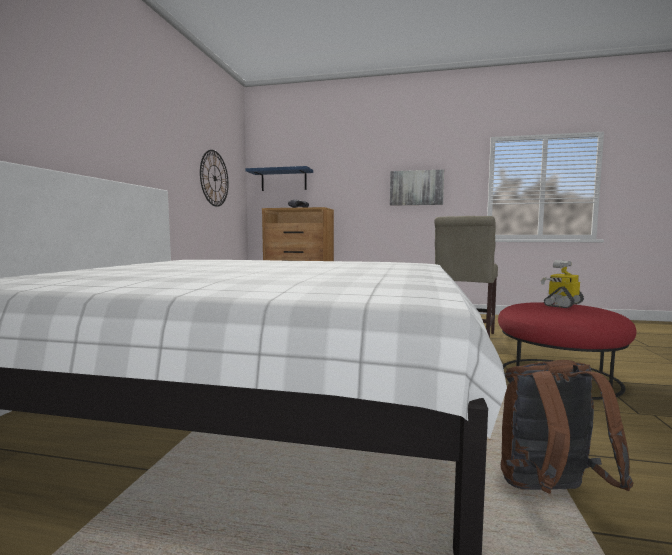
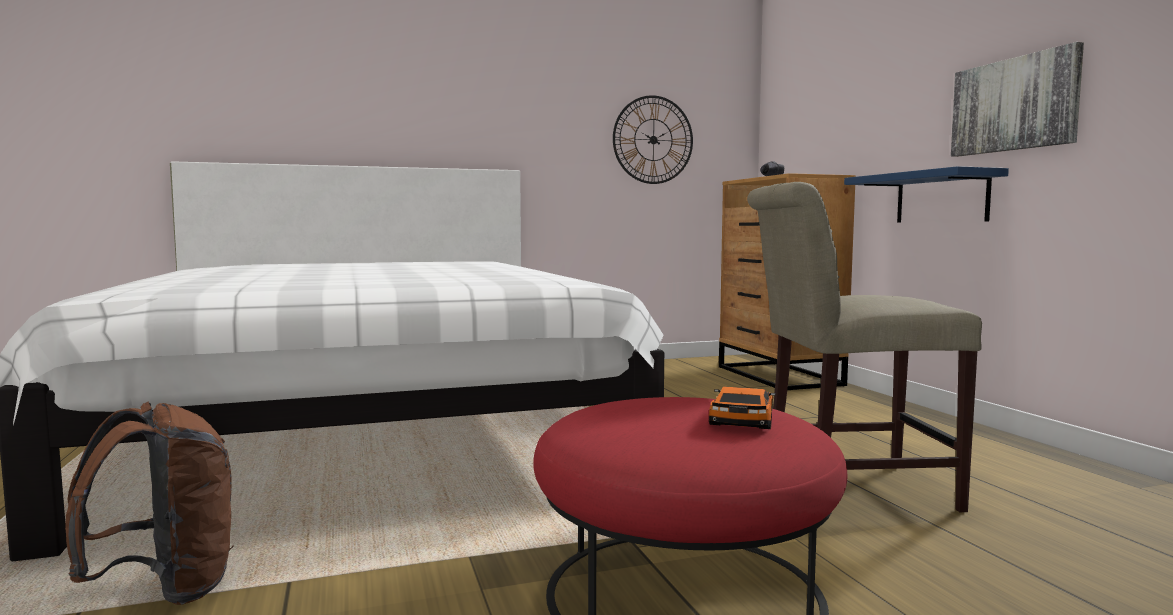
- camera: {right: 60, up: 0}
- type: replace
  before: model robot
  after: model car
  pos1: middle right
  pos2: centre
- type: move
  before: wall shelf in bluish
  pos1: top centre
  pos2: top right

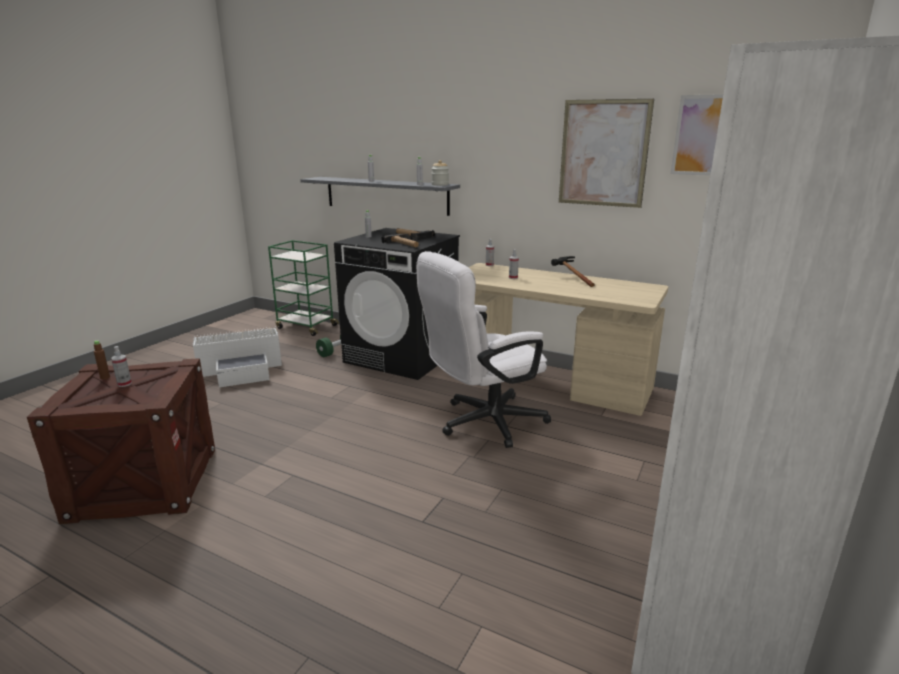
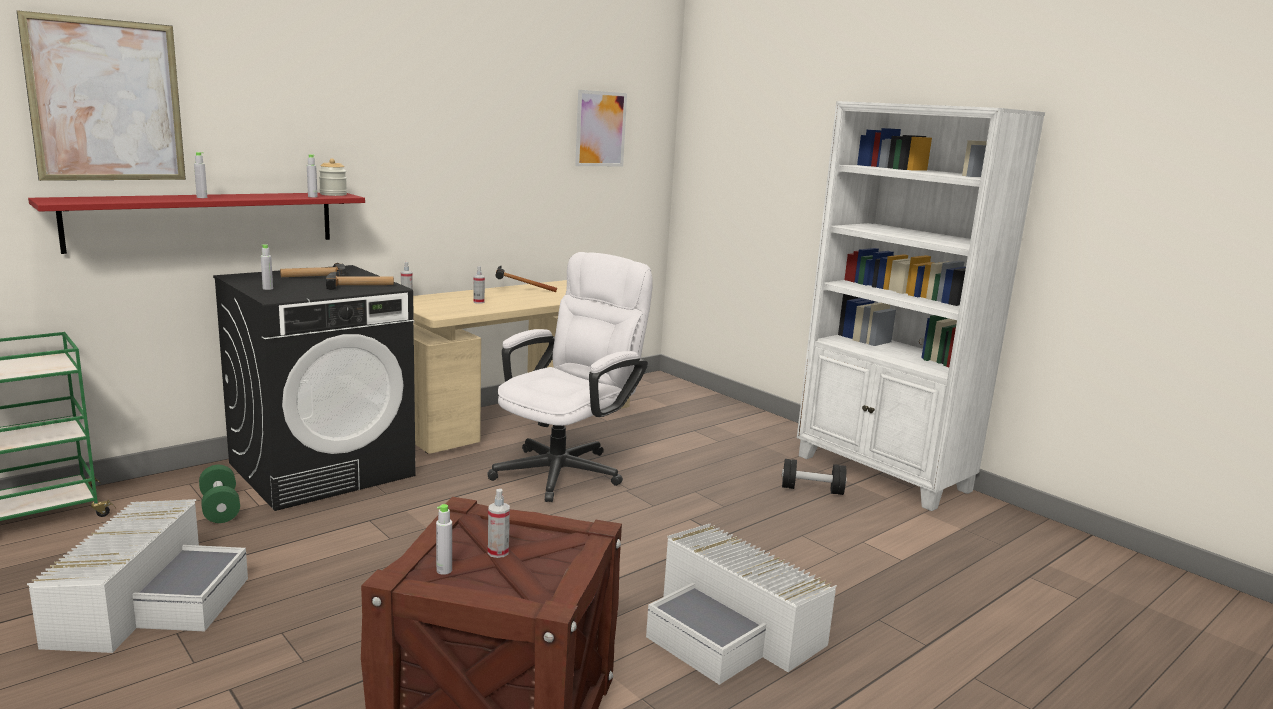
- camera: {right: -70, up: -5}
- type: move
  before: wall art (1st from left)
  pos1: top right
  pos2: top left
- type: recolor
  before: wall shelf in grey
  after: wall shelf in reddish
  pos1: top centre
  pos2: top left
- type: recolor
  before: bottle in brown
  after: bottle in grey (4th from left)
  pos1: middle left
  pos2: bottom centre
- type: rotate
  before: office chair in whitish
  pos1: centre
  pos2: centre
  turn: -135
- type: insert
  after: storage box in whitish (2nd from left)
  pos2: bottom centre
- type: insert
  after: dumbbell in black
  pos2: bottom centre

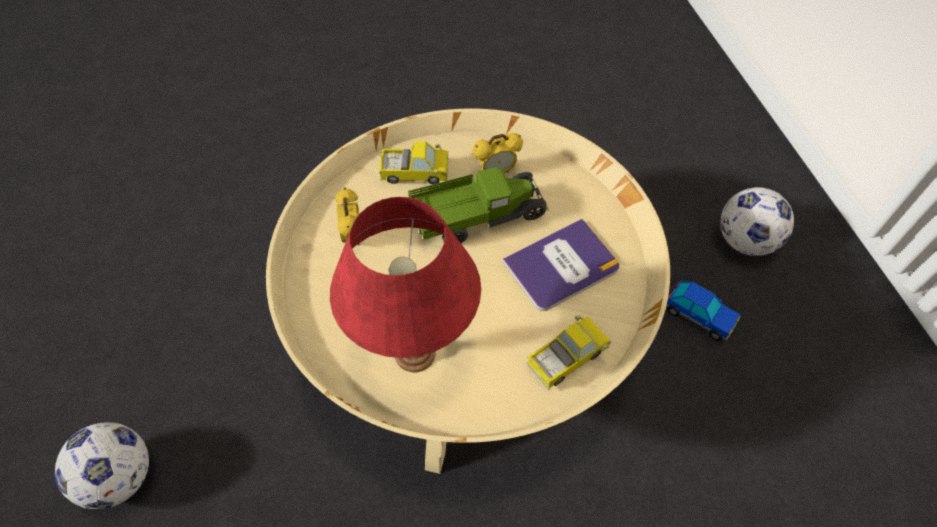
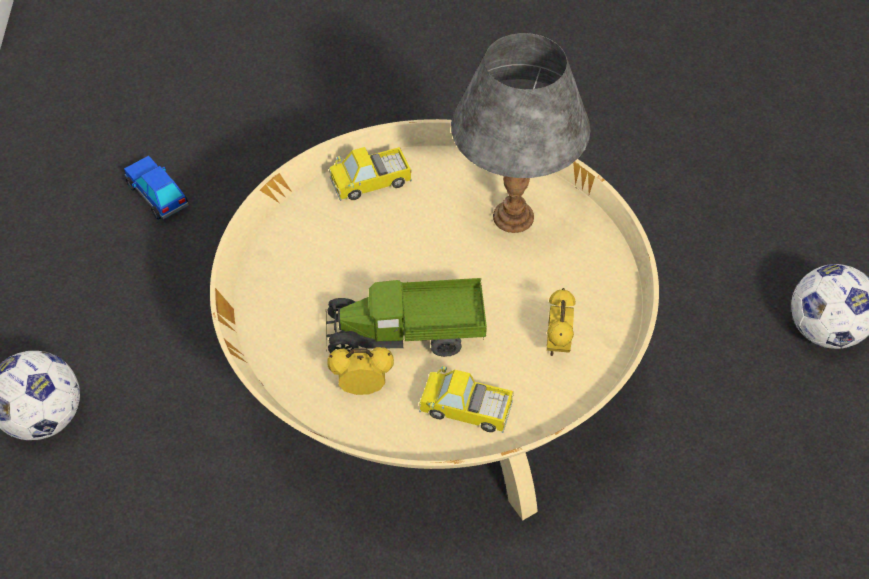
- camera: {right: -165, up: -5}
- type: move
  before: model car
  pos1: middle right
  pos2: top left
- type: recolor
  before: table lamp in reddish
  after: table lamp in grey
  pos1: centre
  pos2: top centre
- type: delete
  before: volume
  pos1: centre

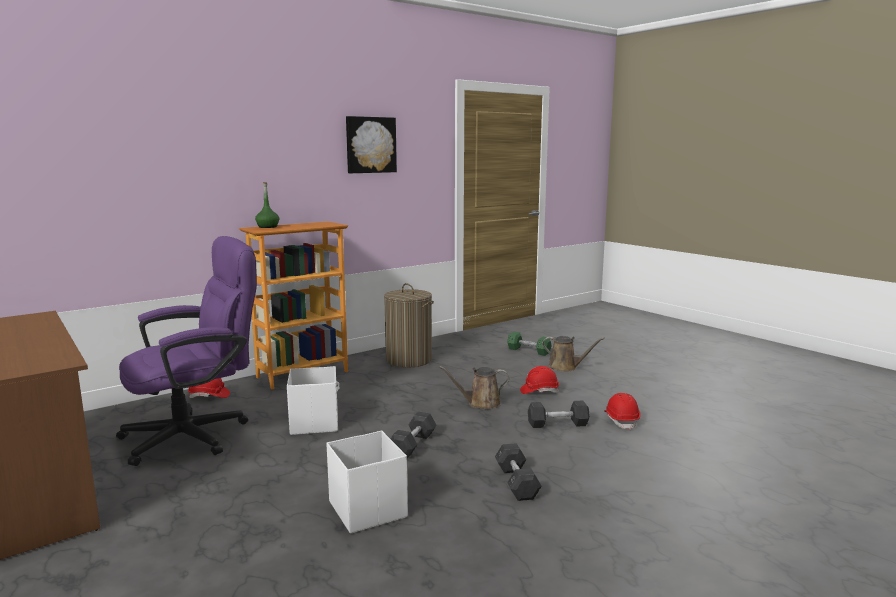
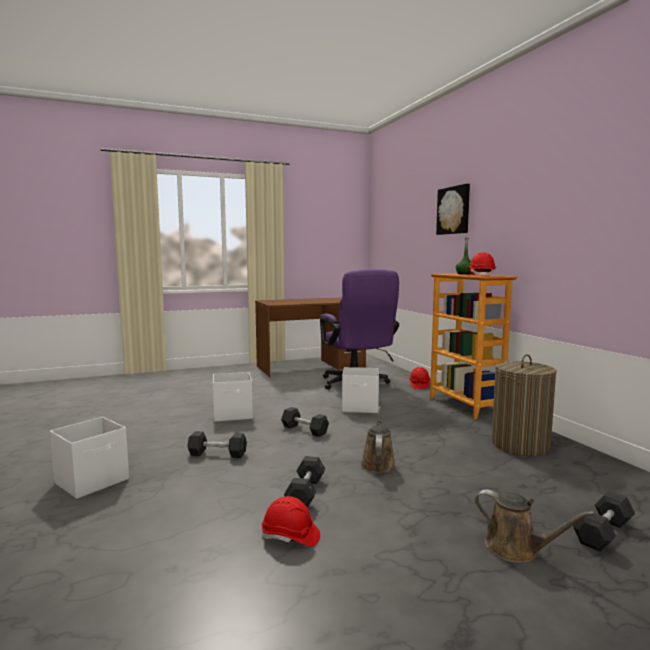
- camera: {right: 105, up: -5}
- type: insert
  after: storage box in whitish (1st from left)
  pos2: bottom left
- type: move
  before: wall art
  pos1: top centre
  pos2: top right
- type: move
  before: safety helmet in reddish (2nd from left in the first image)
  after: safety helmet in reddish (3rd from left)
  pos1: centre
  pos2: middle right
- type: rotate
  before: watering pot in brown (2nd from left)
  pos1: centre
  pos2: bottom right
  turn: -90
- type: recolor
  before: dumbbell in green
  after: dumbbell in grey (4th from left)
  pos1: centre
  pos2: bottom right

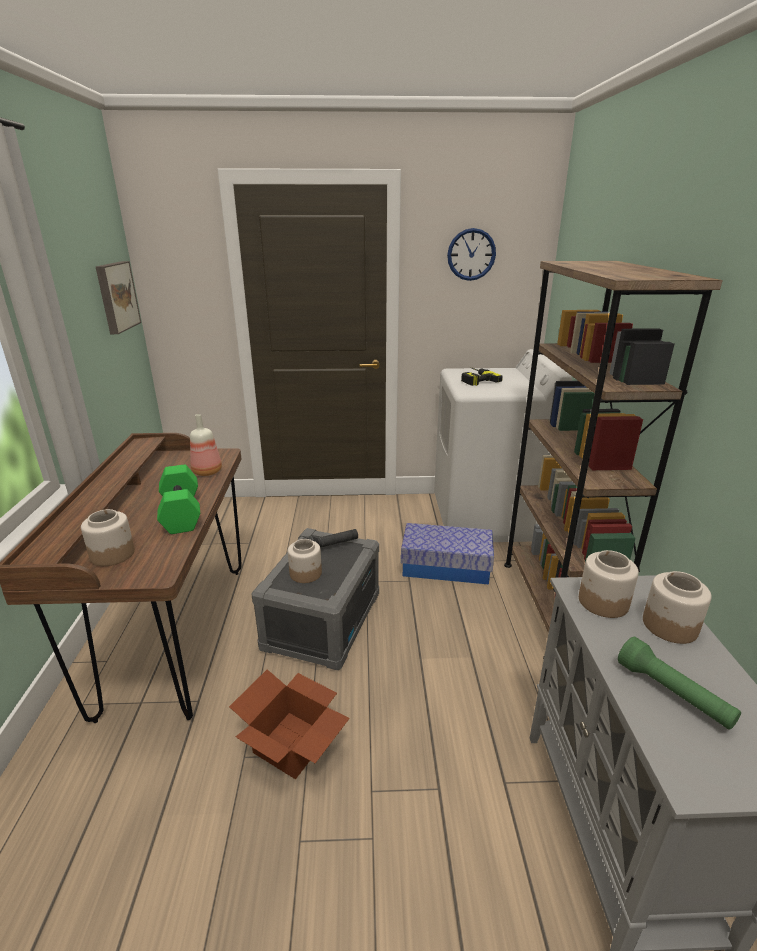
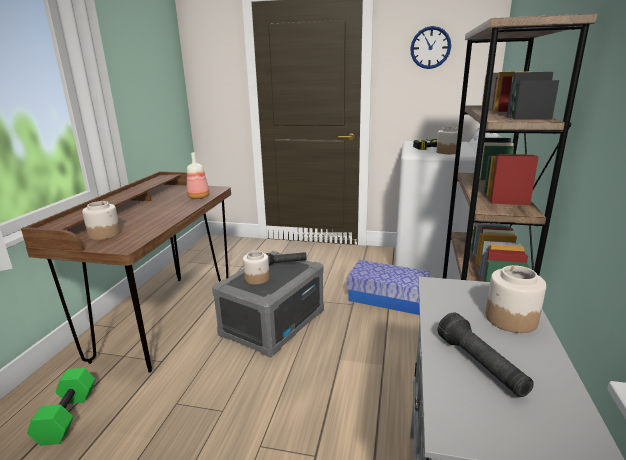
- camera: {right: 15, up: -5}
- type: move
  before: dumbbell in green
  pos1: middle left
  pos2: bottom left
- type: move
  before: preserve jar (3rd from left)
  pos1: middle right
  pos2: top right
- type: recolor
  before: flashlight in green
  after: flashlight in black (2nd from left)
  pos1: bottom right
  pos2: bottom right
- type: delete
  before: wall art
  pos1: top left
- type: delete
  before: carton
  pos1: bottom centre

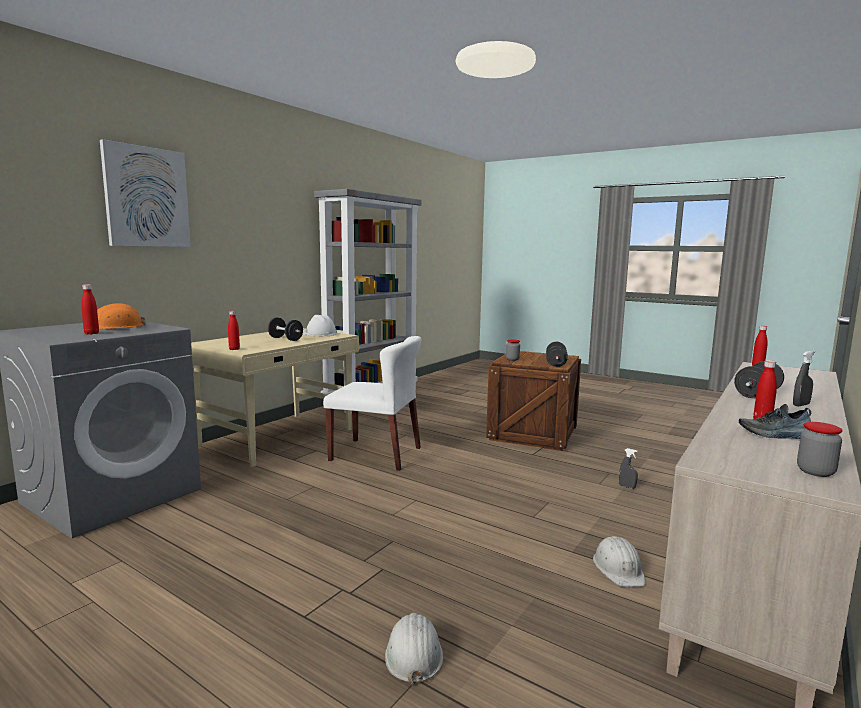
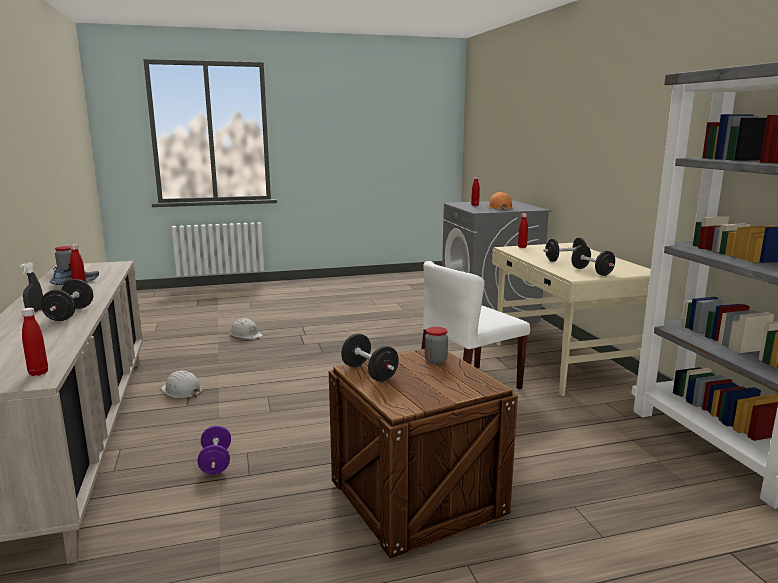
- camera: {right: 130, up: 5}
- type: replace
  before: hand sprayer in grey (1st from left)
  after: dumbbell in purple-coloured
  pos1: middle right
  pos2: bottom left
- type: replace
  before: safety helmet in whitish (1st from left)
  after: dumbbell in black (4th from left)
  pos1: centre
  pos2: middle right
- type: delete
  before: wall art
  pos1: top left

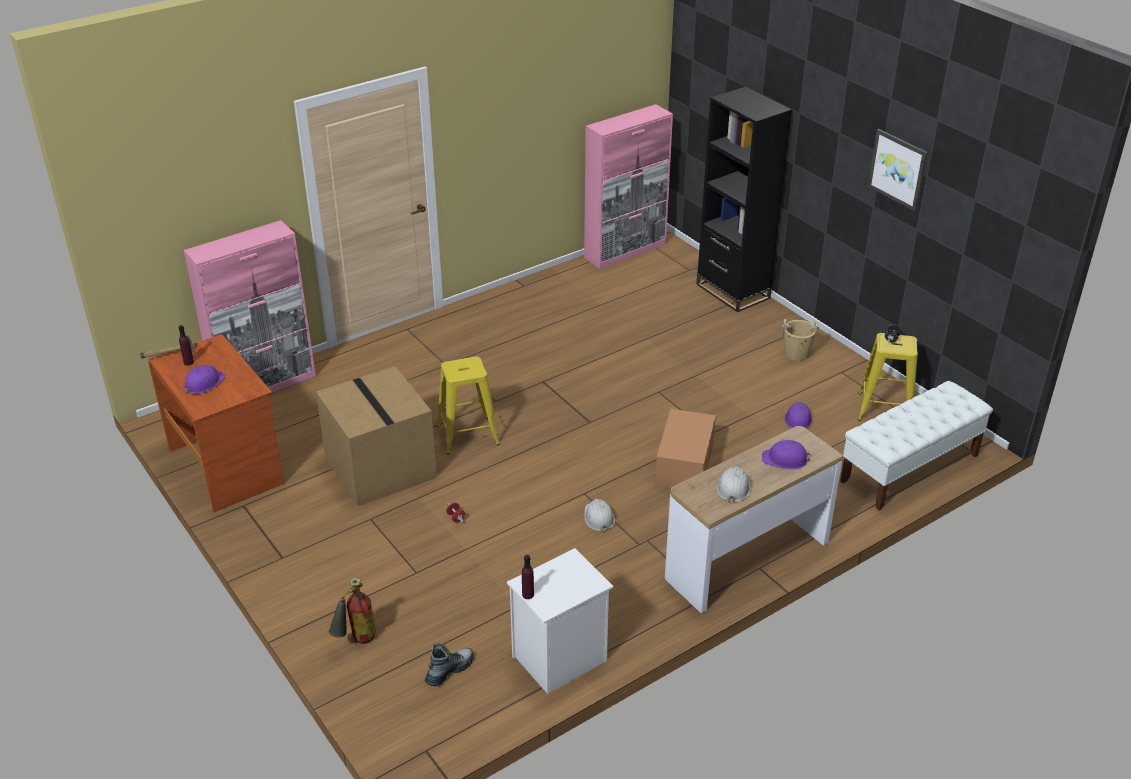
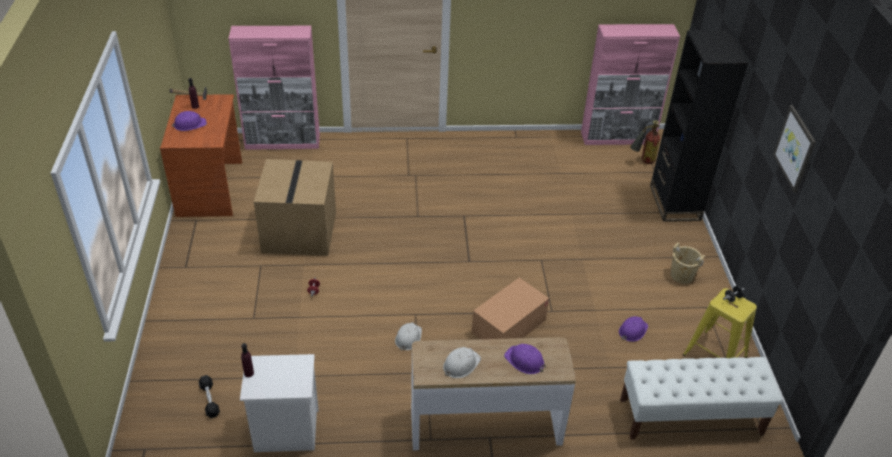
- camera: {right: 30, up: 5}
- type: replace
  before: boot
  after: dumbbell in black (1st from left)
  pos1: bottom centre
  pos2: bottom left
- type: move
  before: fire-fighting cylinder
  pos1: bottom left
  pos2: top right
- type: delete
  before: stool in yellowish (1st from left)
  pos1: centre

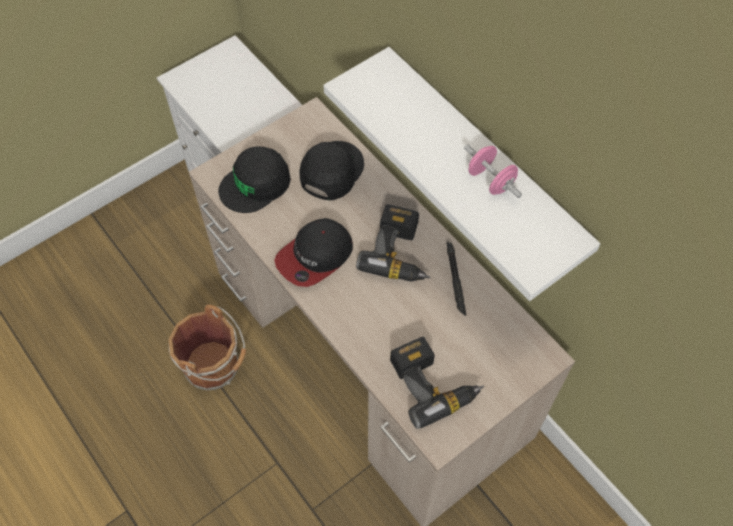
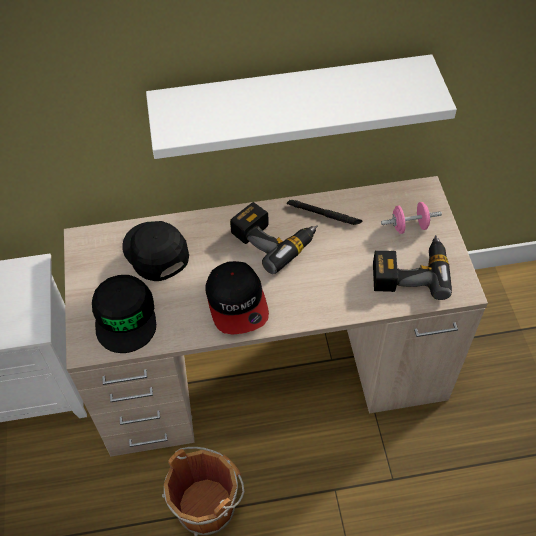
- camera: {right: -60, up: -5}
- type: move
  before: dumbbell in pinkish
  pos1: top right
  pos2: middle right

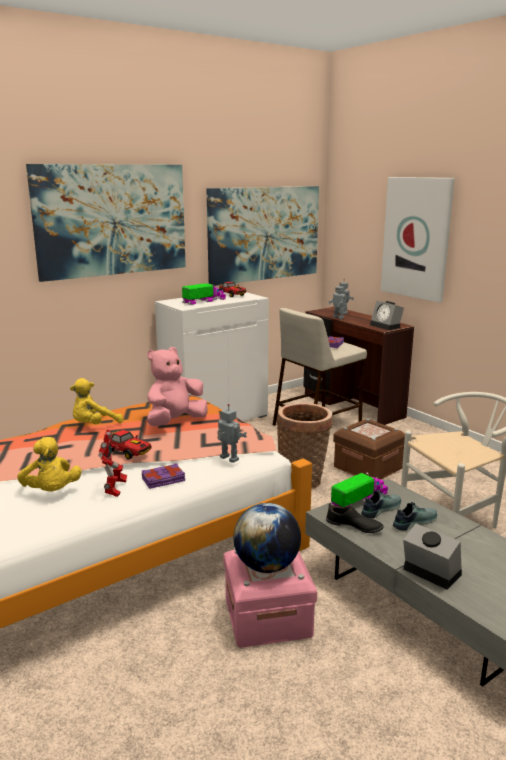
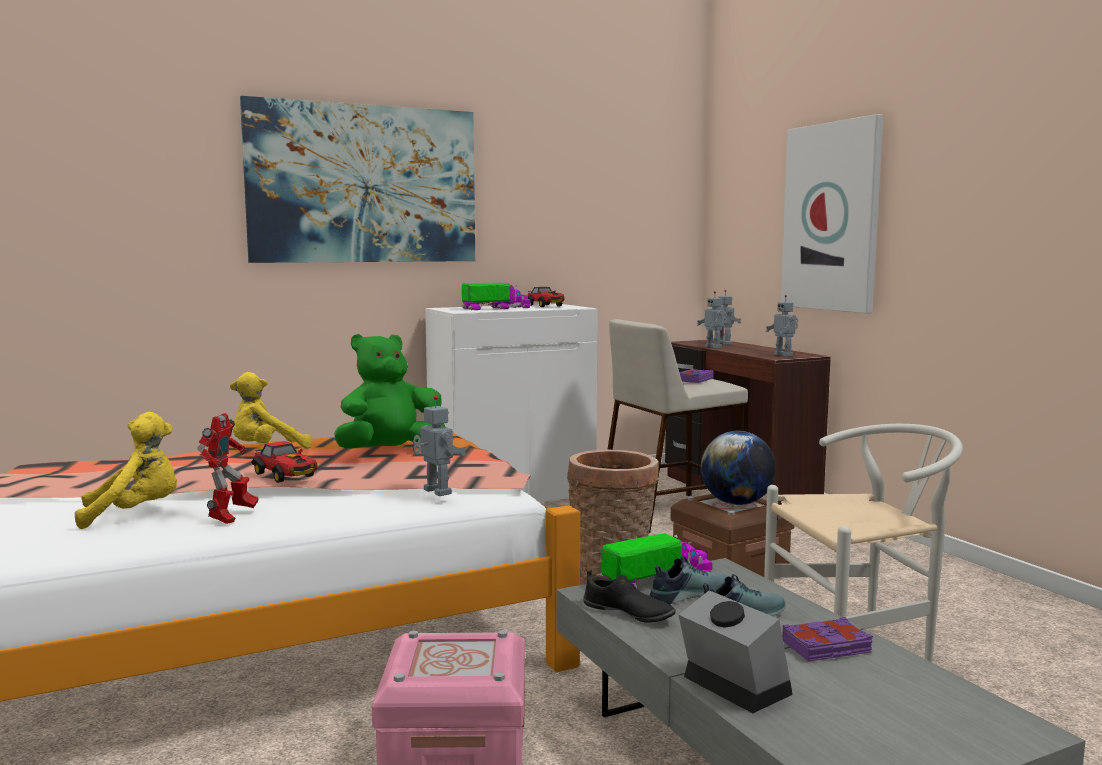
- camera: {right: 10, up: -10}
- type: rotate
  before: soft toy in yellowish (1st from left)
  pos1: middle left
  pos2: middle left
  turn: -90
- type: recolor
  before: soft toy in pinkish
  after: soft toy in green
  pos1: centre
  pos2: centre
- type: move
  before: globe
  pos1: bottom centre
  pos2: middle right
- type: replace
  before: bedside clock (1st from left)
  after: model robot (5th from left)
  pos1: middle right
  pos2: middle right
- type: move
  before: volume in purple-coloured (1st from left in the first image)
  after: volume in purple-coloured (2nd from left)
  pos1: middle left
  pos2: bottom right
- type: delete
  before: wall art (2nd from left)
  pos1: top centre

